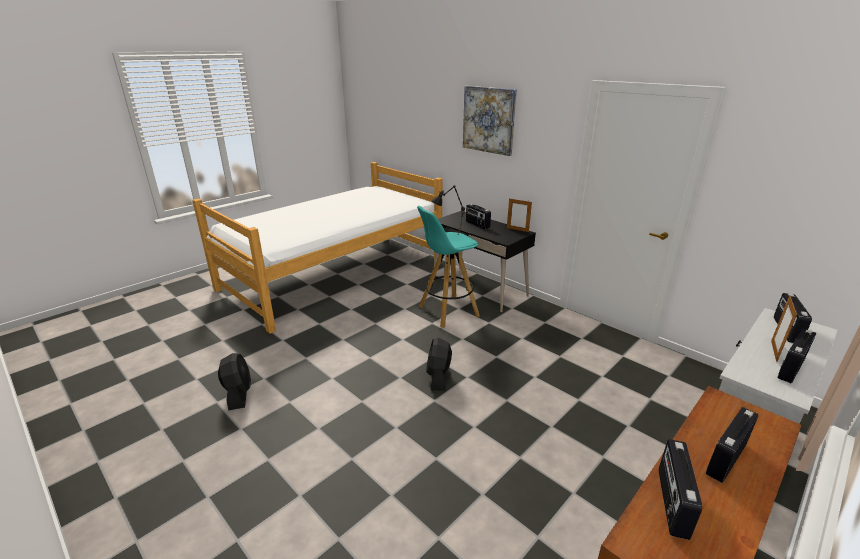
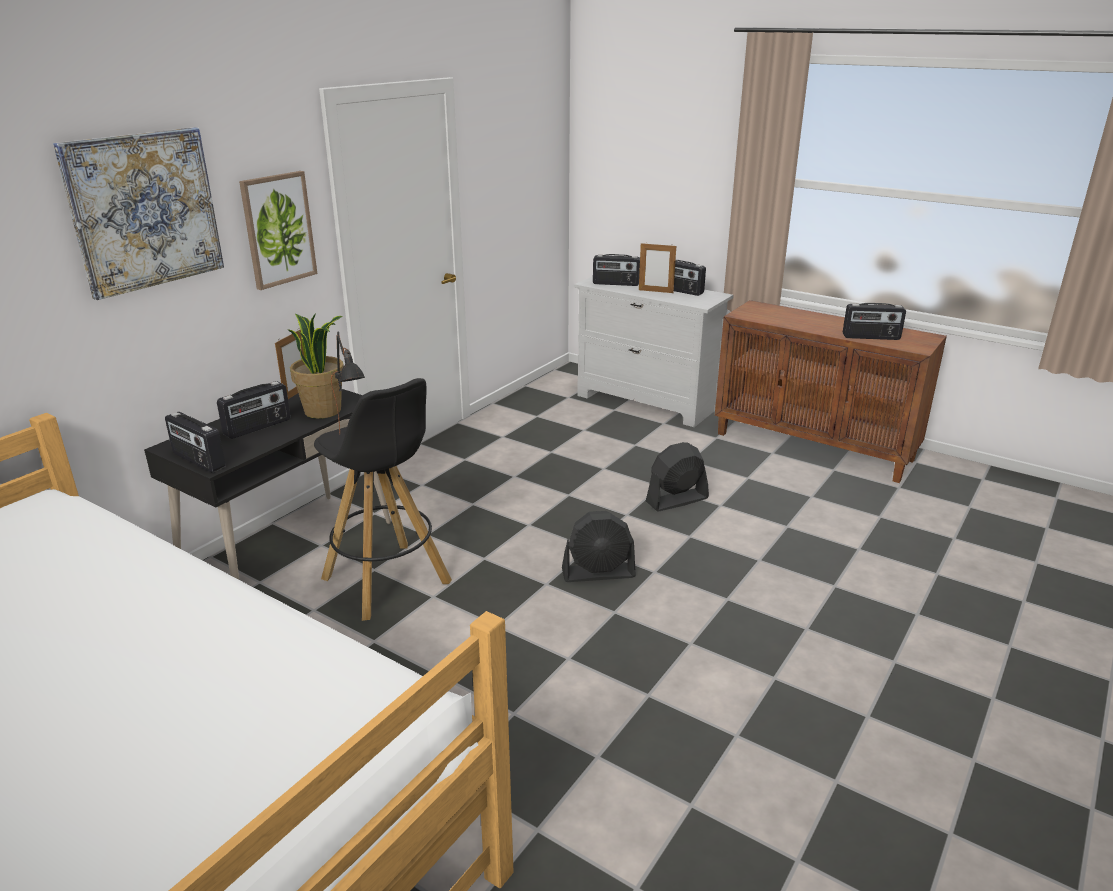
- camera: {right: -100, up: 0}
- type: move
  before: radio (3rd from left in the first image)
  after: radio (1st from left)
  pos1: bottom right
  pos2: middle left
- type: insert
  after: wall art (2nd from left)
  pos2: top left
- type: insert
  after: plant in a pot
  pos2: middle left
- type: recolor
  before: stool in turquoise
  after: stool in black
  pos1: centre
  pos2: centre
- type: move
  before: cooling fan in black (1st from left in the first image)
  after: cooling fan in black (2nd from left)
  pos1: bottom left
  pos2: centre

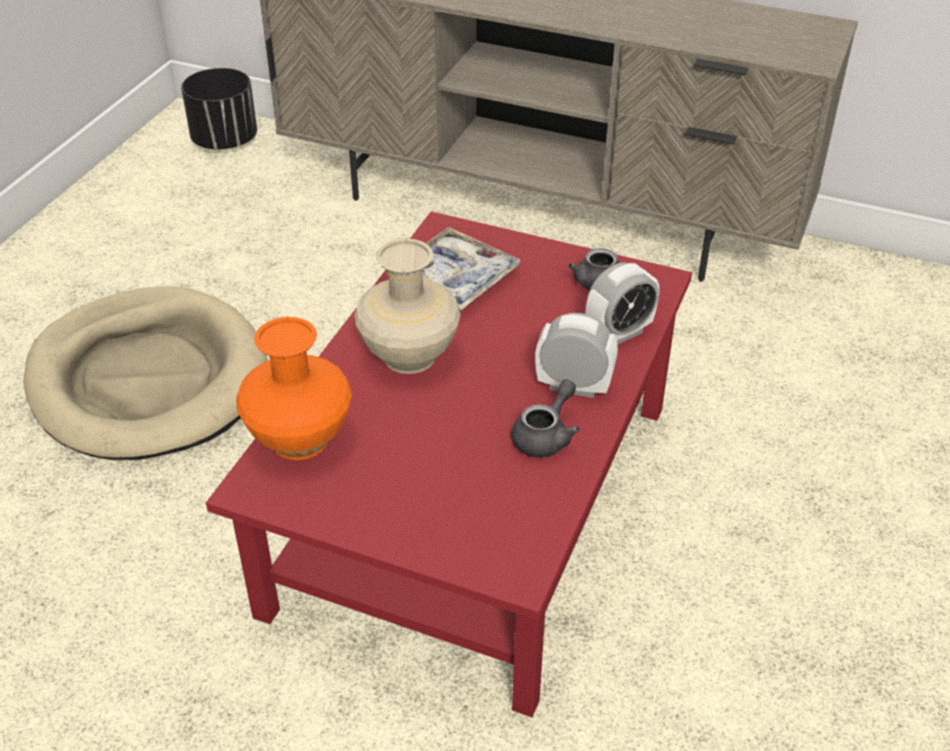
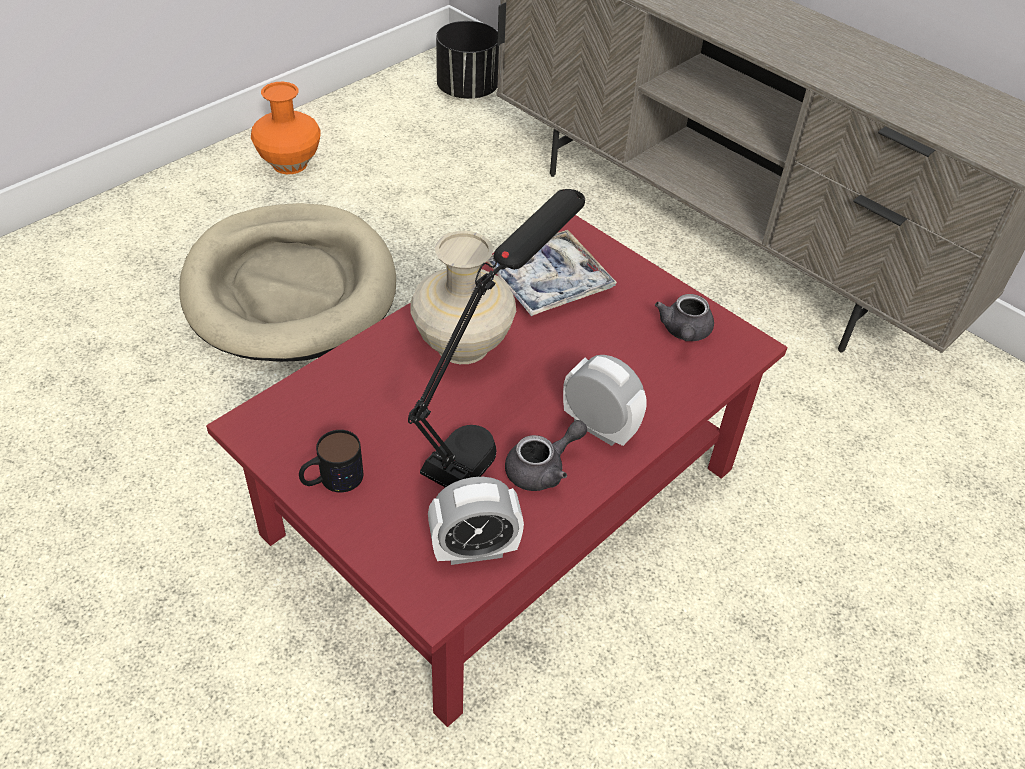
- camera: {right: 20, up: 5}
- type: move
  before: decorative vase in orangey
  pos1: middle left
  pos2: top left
- type: insert
  after: coffee mug
  pos2: middle left
- type: insert
  after: table lamp in black
  pos2: centre
- type: move
  before: bedside clock (2nd from left in the first image)
  after: bedside clock (1st from left)
  pos1: centre
  pos2: bottom centre

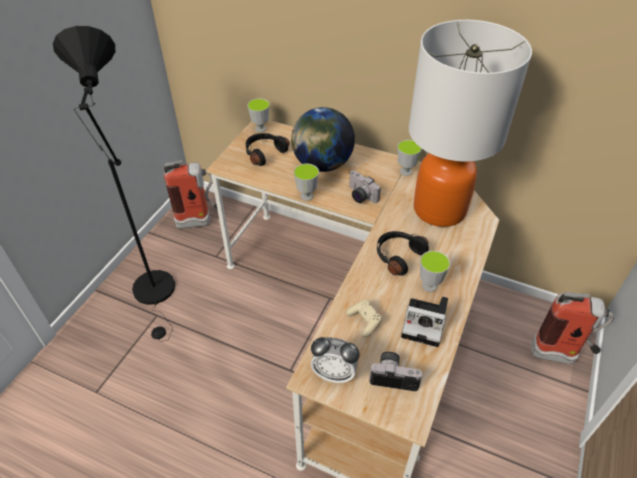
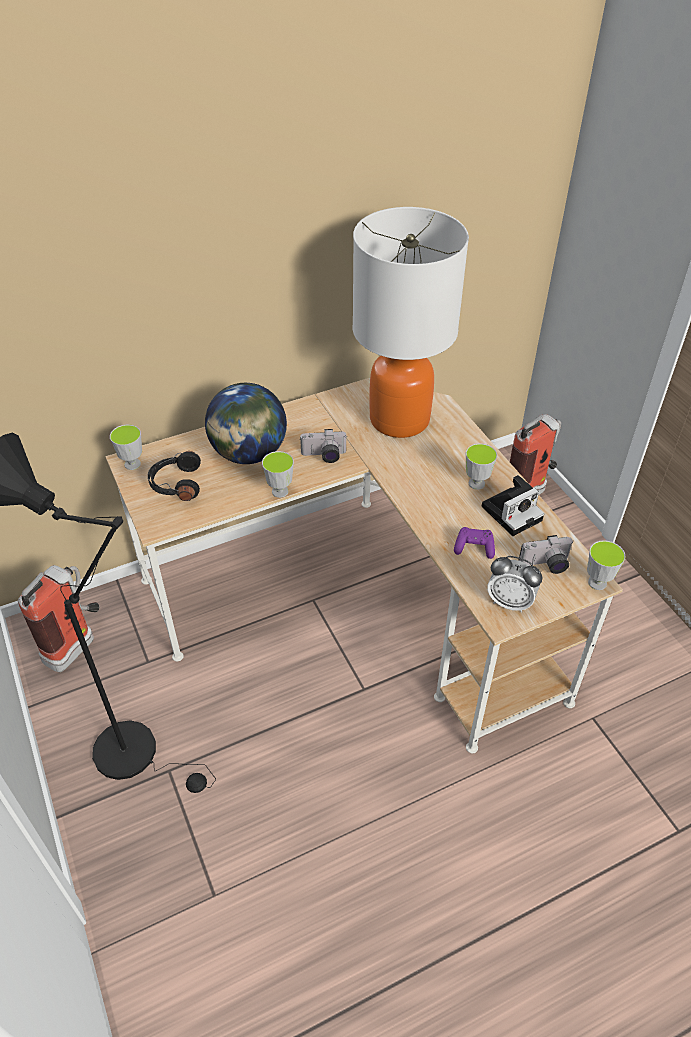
- camera: {right: -50, up: 0}
- type: recolor
  before: gamepad in sand-coloured
  after: gamepad in purple-coloured
  pos1: bottom centre
  pos2: middle right
- type: rotate
  before: bedside clock
  pos1: bottom centre
  pos2: middle right
  turn: 60
- type: rotate
  before: still camera (2nd from left in the first image)
  pos1: bottom centre
  pos2: middle right
  turn: -150
- type: move
  before: cup (3rd from left in the first image)
  after: cup (4th from left)
  pos1: top centre
  pos2: middle right
- type: delete
  before: headphones in black (2nd from left)
  pos1: centre

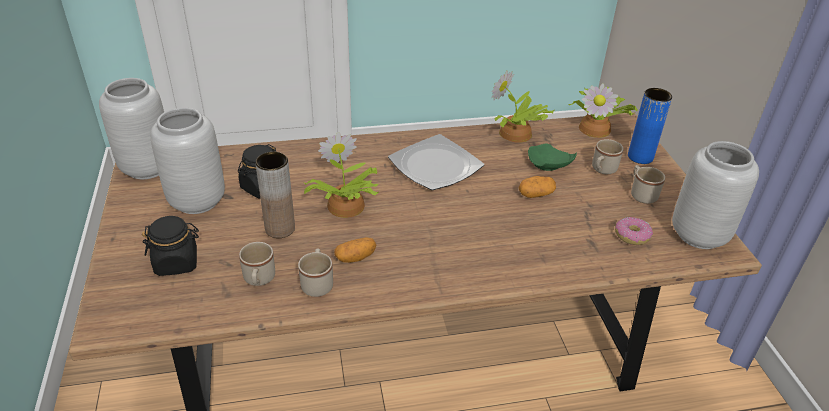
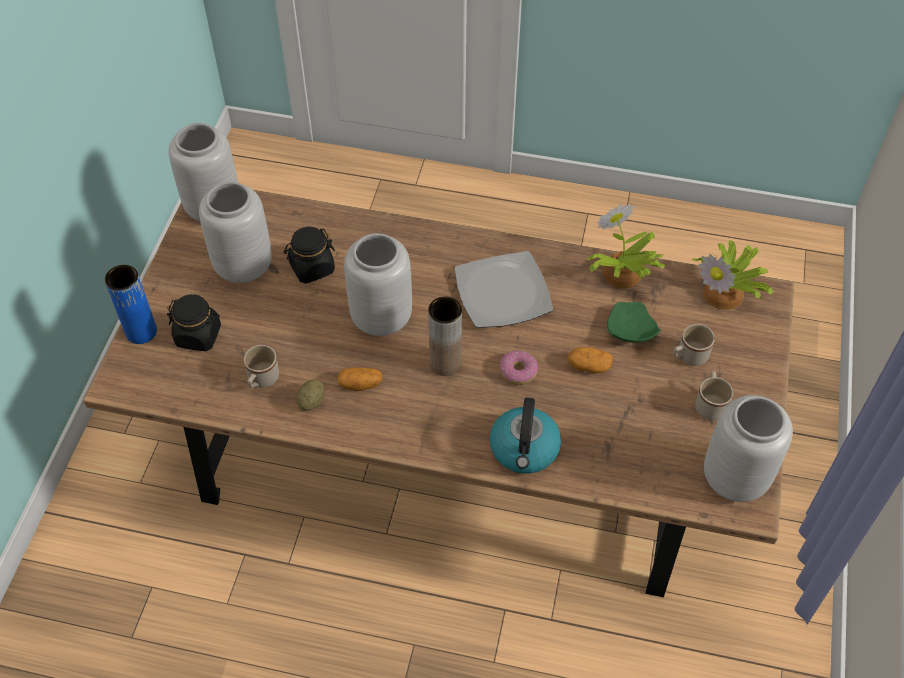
- camera: {right: 25, up: 15}
- type: move
  before: decorative vase in bluish
  pos1: top right
  pos2: middle left
- type: replace
  before: coffee mug in sand-coloured (2nd from left)
  after: spud (1st from left)
  pos1: centre
  pos2: centre
- type: replace
  before: plant in a pot (1st from left)
  after: decorative vase in grey (3rd from left)
  pos1: centre
  pos2: centre
- type: move
  before: decorative vase in brown
  pos1: middle left
  pos2: centre
- type: insert
  after: kettle
  pos2: centre
- type: move
  before: doughnut
  pos1: middle right
  pos2: centre

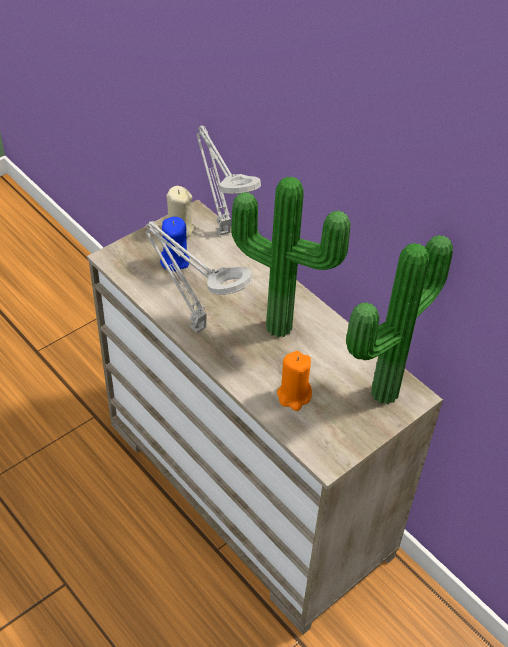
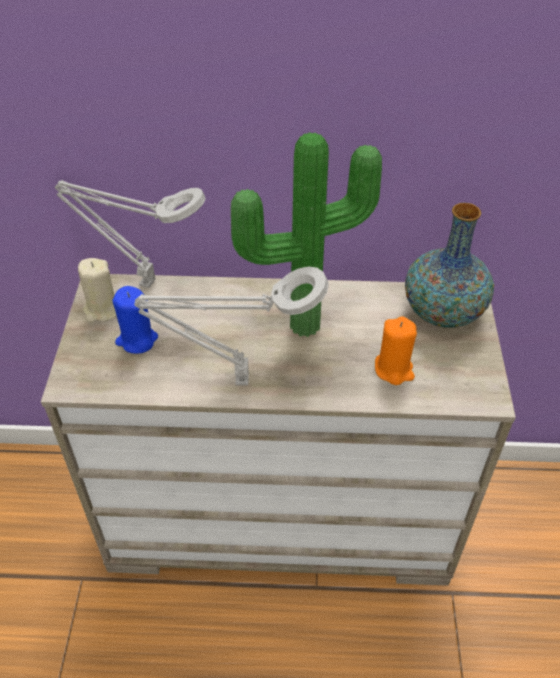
- camera: {right: -45, up: 0}
- type: replace
  before: plant in a pot (2nd from left)
  after: decorative vase
  pos1: middle right
  pos2: middle right

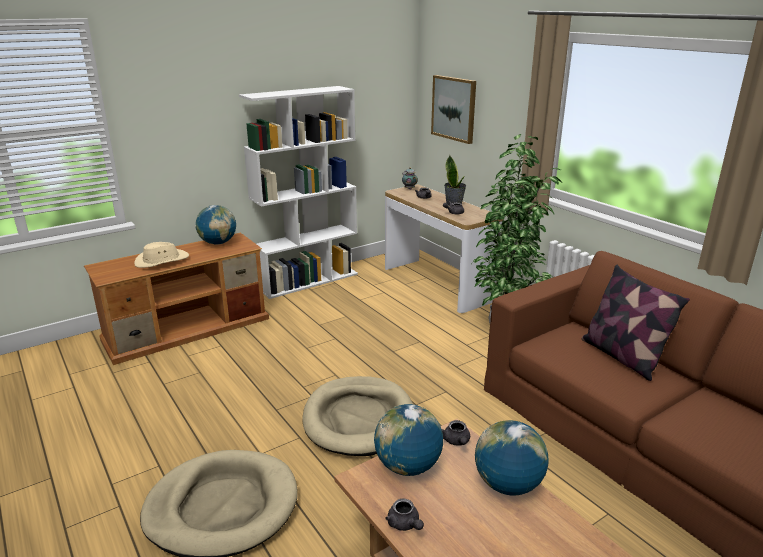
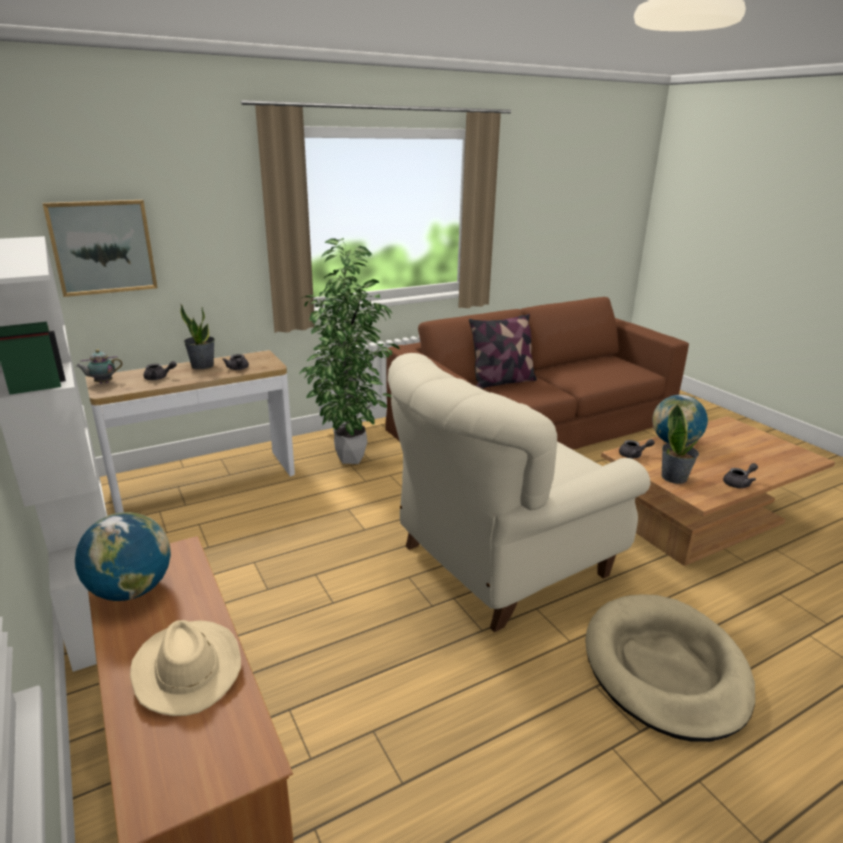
- camera: {right: -85, up: 0}
- type: replace
  before: pet bed in sand-coloured (2nd from left)
  after: easy chair in sand-coloured
  pos1: bottom centre
  pos2: centre
- type: replace
  before: globe (2nd from left)
  after: plant in a pot (3rd from left)
  pos1: bottom centre
  pos2: middle right

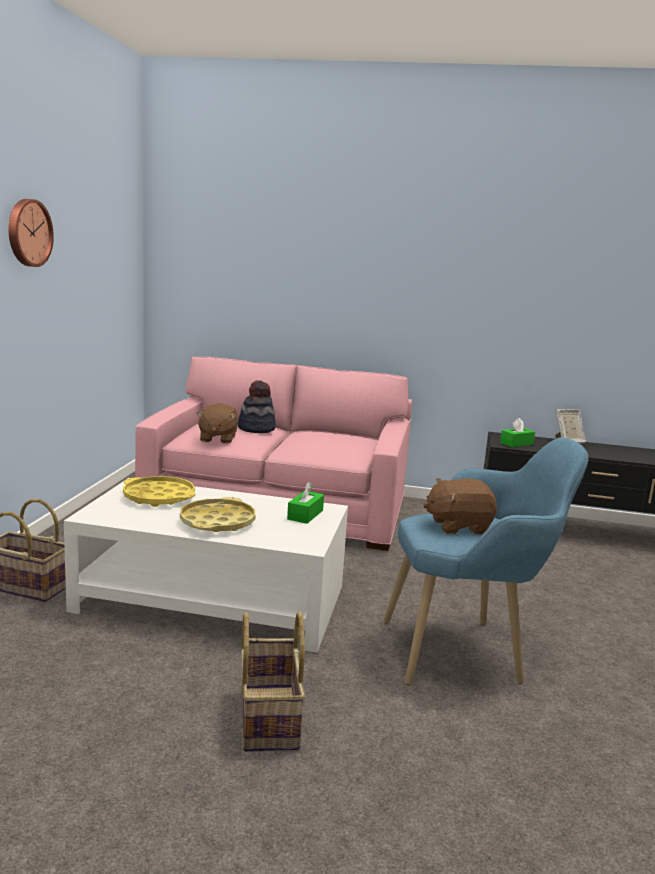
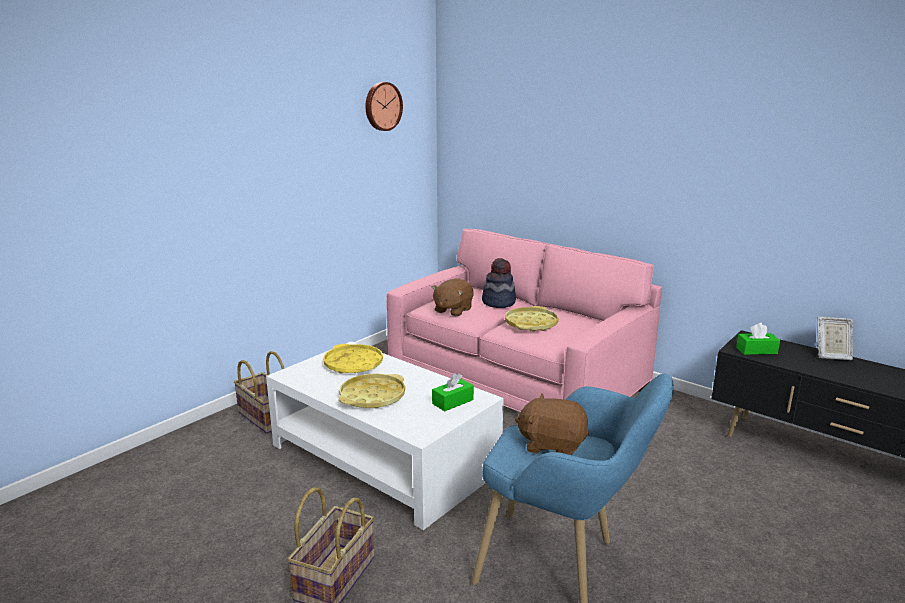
- camera: {right: 30, up: 5}
- type: move
  before: hanging clock
  pos1: top left
  pos2: top centre
- type: insert
  after: tray in yellowish (3rd from left)
  pos2: centre

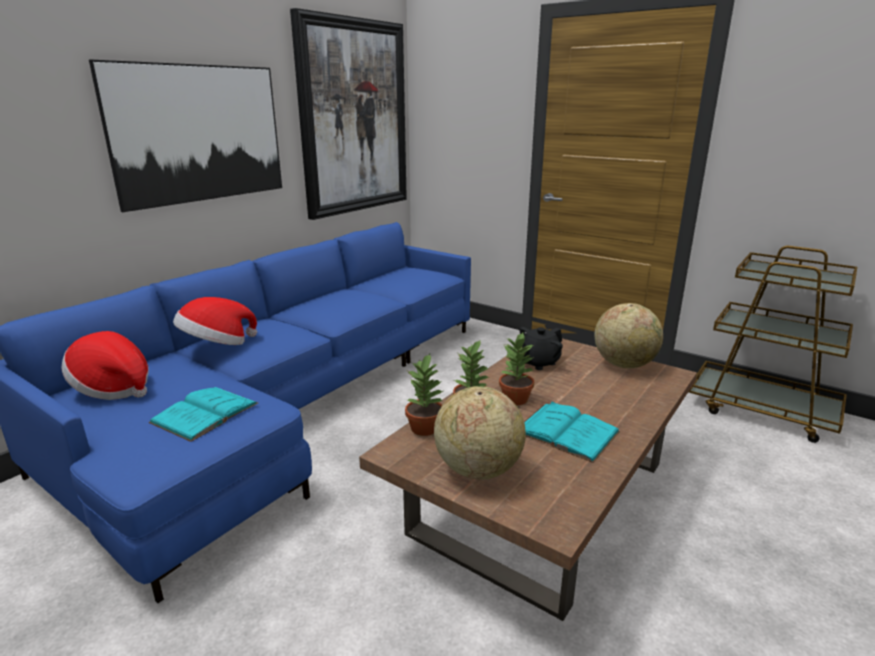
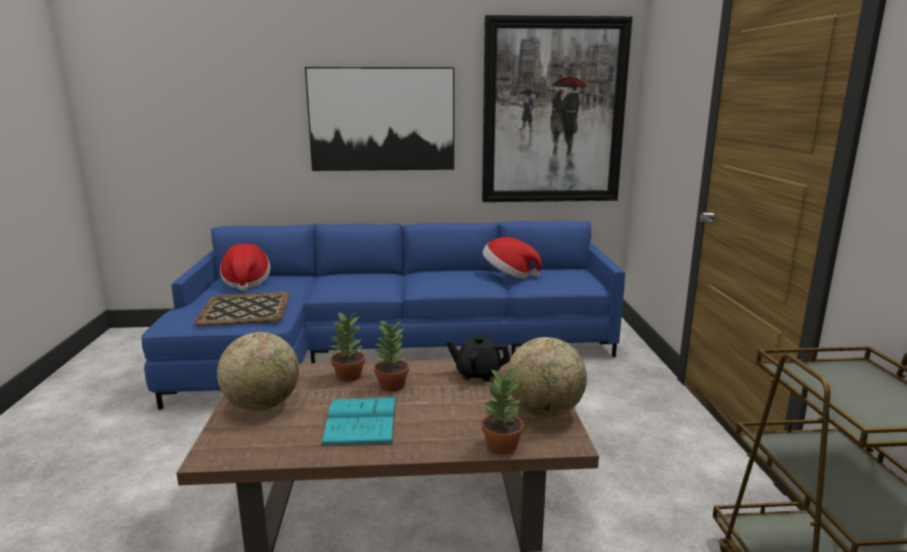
- camera: {right: 50, up: -5}
- type: replace
  before: volume in turquoise (1st from left)
  after: tray
  pos1: middle left
  pos2: middle left
- type: move
  before: clothing hat (2nd from left)
  pos1: middle left
  pos2: centre
- type: move
  before: plant in a pot (1st from left in the first image)
  after: plant in a pot (3rd from left)
  pos1: centre
  pos2: bottom centre

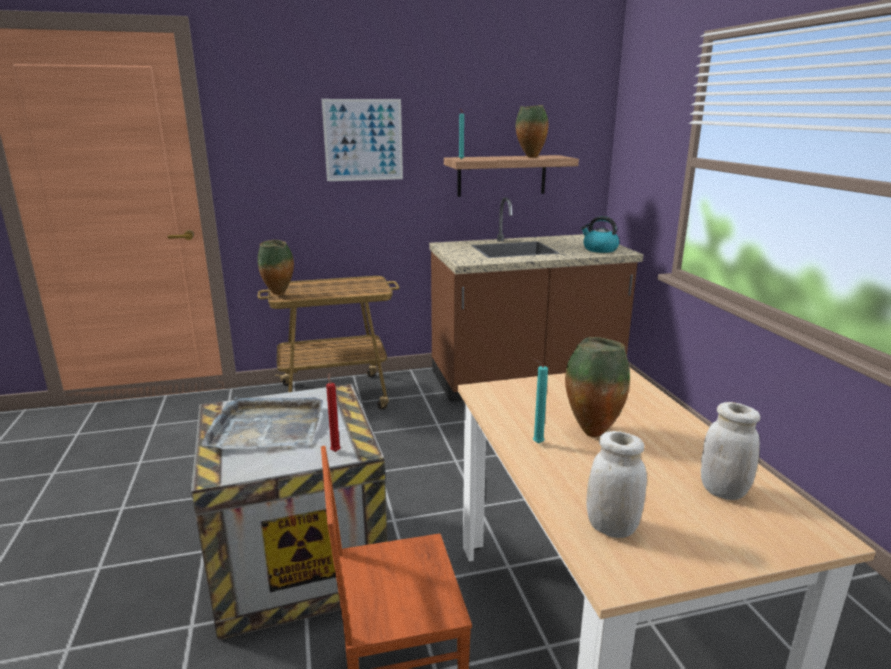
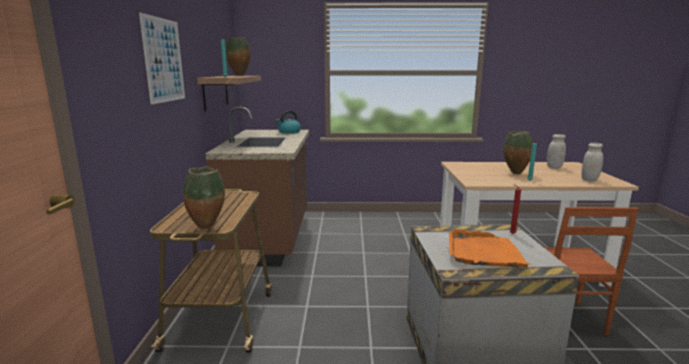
- camera: {right: -75, up: -5}
- type: recolor
  before: tray in grey
  after: tray in orangey
  pos1: middle left
  pos2: bottom right

